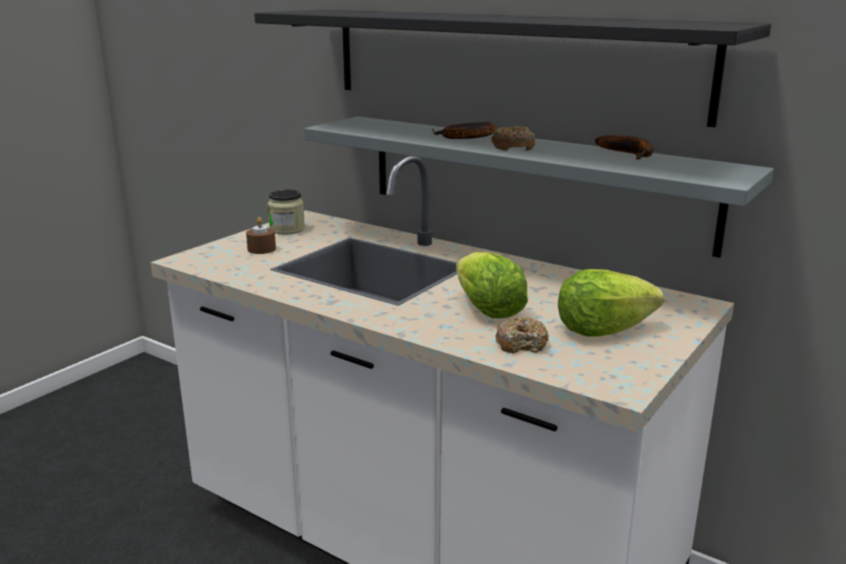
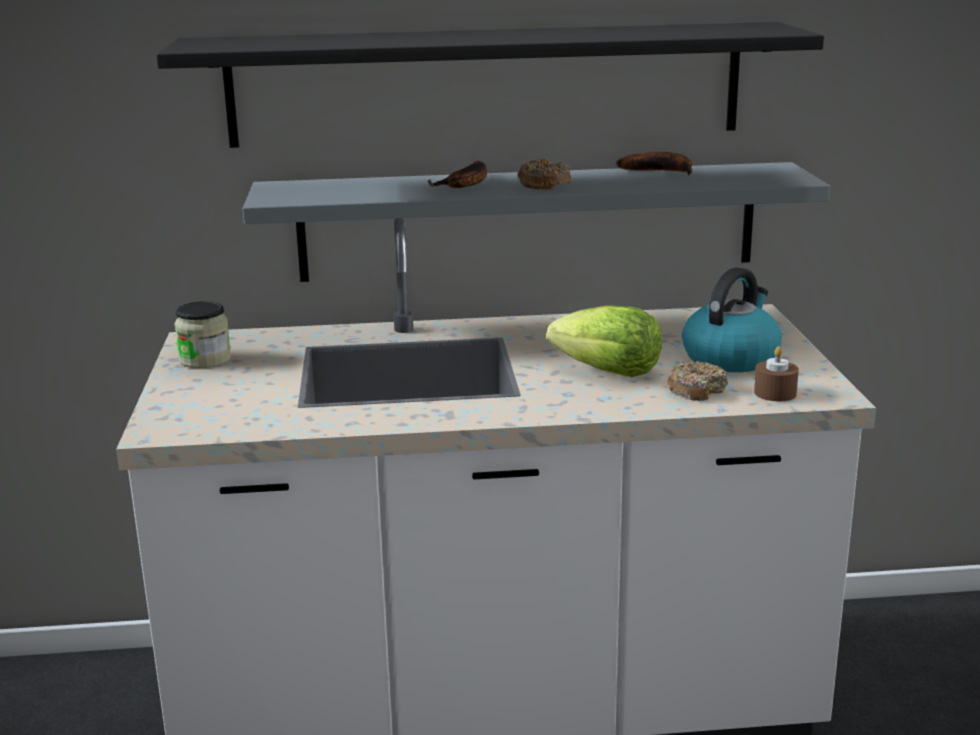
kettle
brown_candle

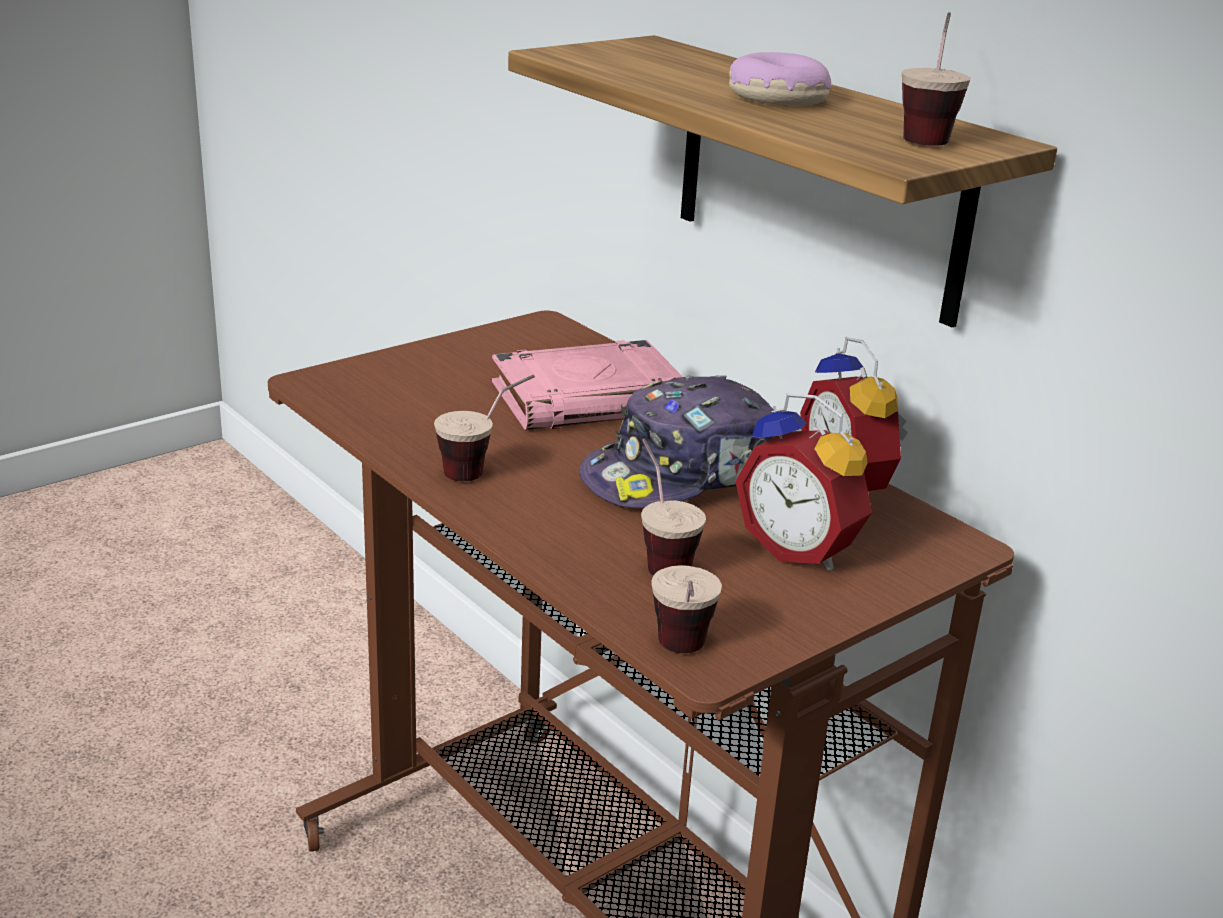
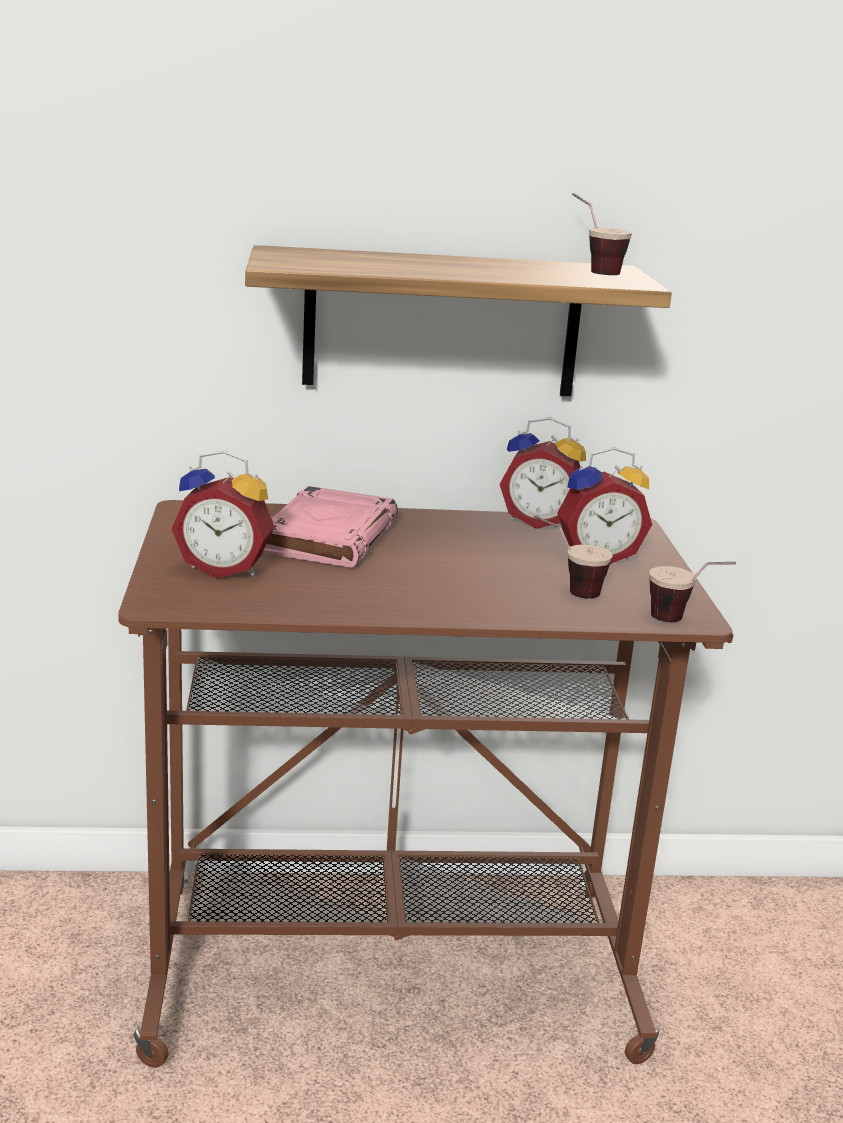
alarm_clock (no. 1 from left)
cup (no. 1 from left in the first image)
cap
donut

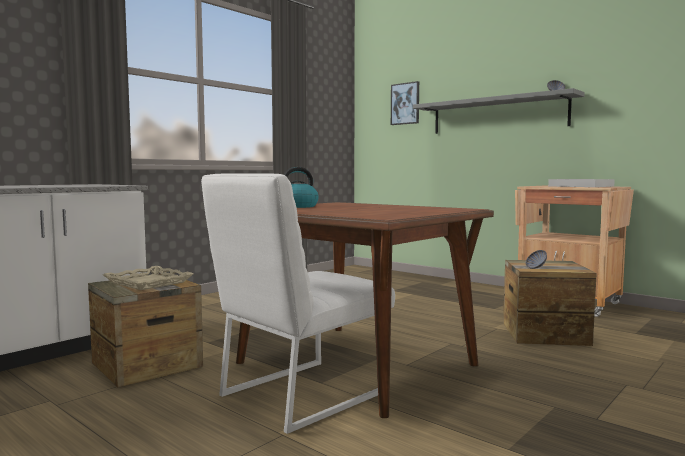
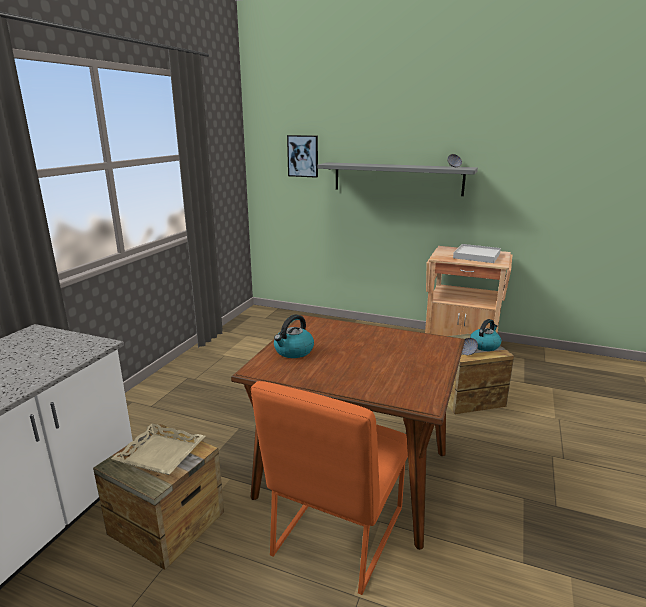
orange_chair
kettle (no. 2 from left)

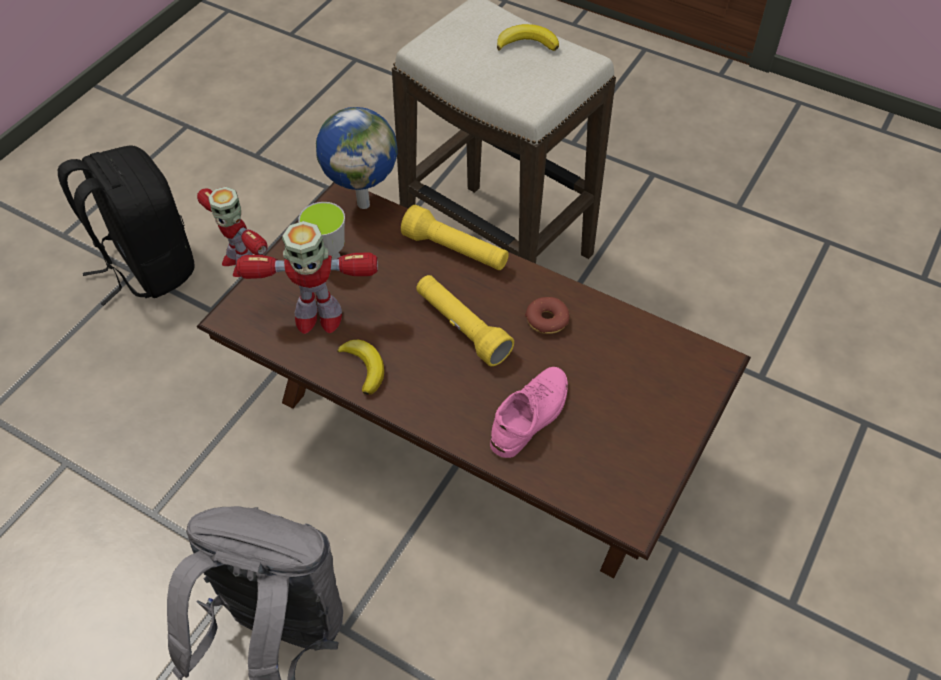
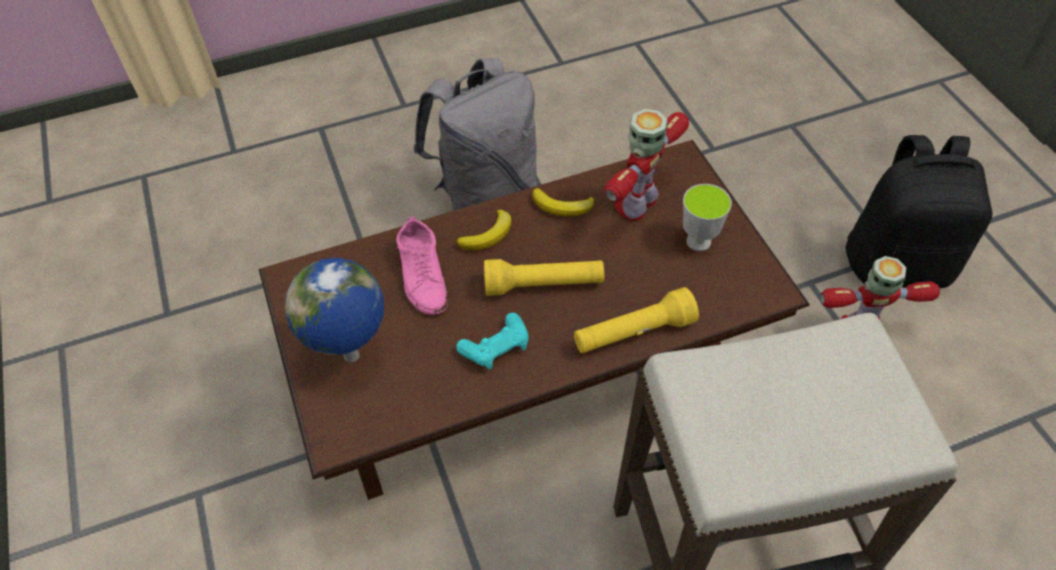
globe
turquoise_game_controller
banana (no. 1 from left)

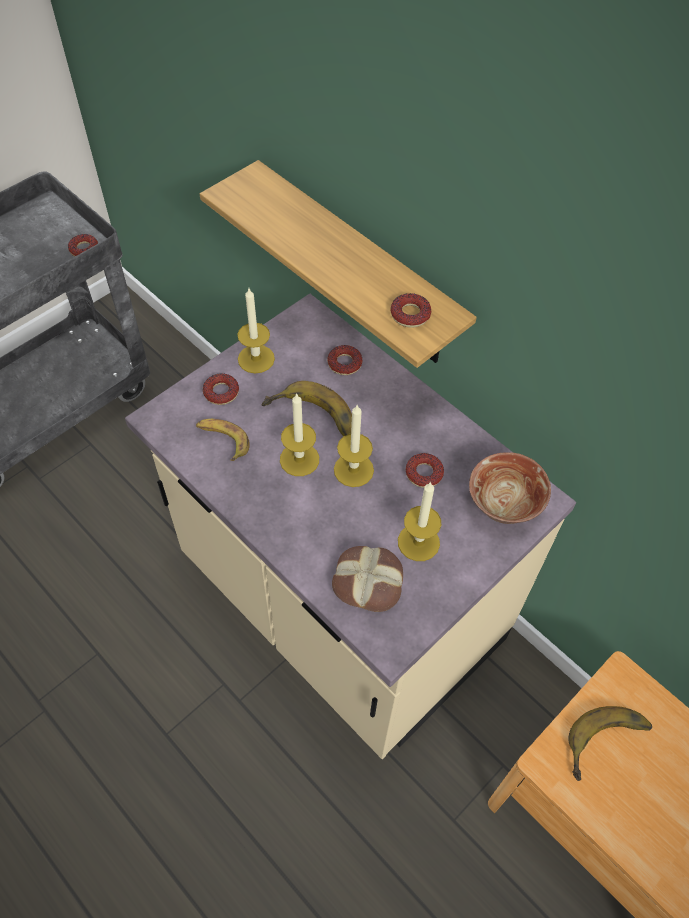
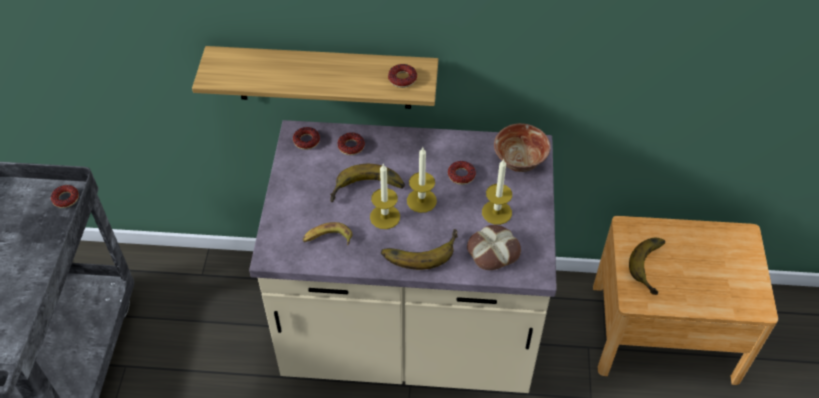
donut (no. 2 from left)
banana (no. 3 from left)
candle (no. 1 from left in the first image)

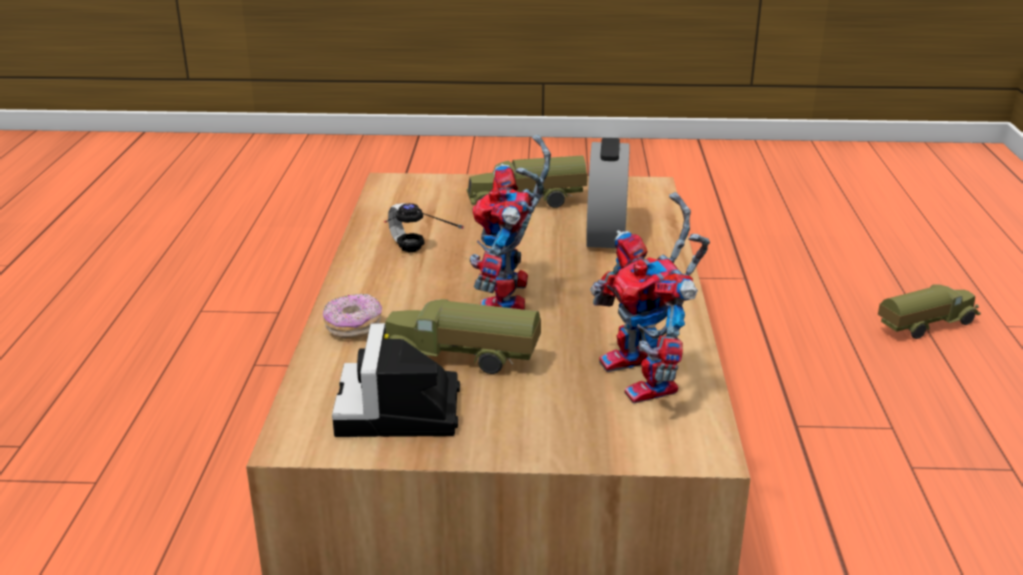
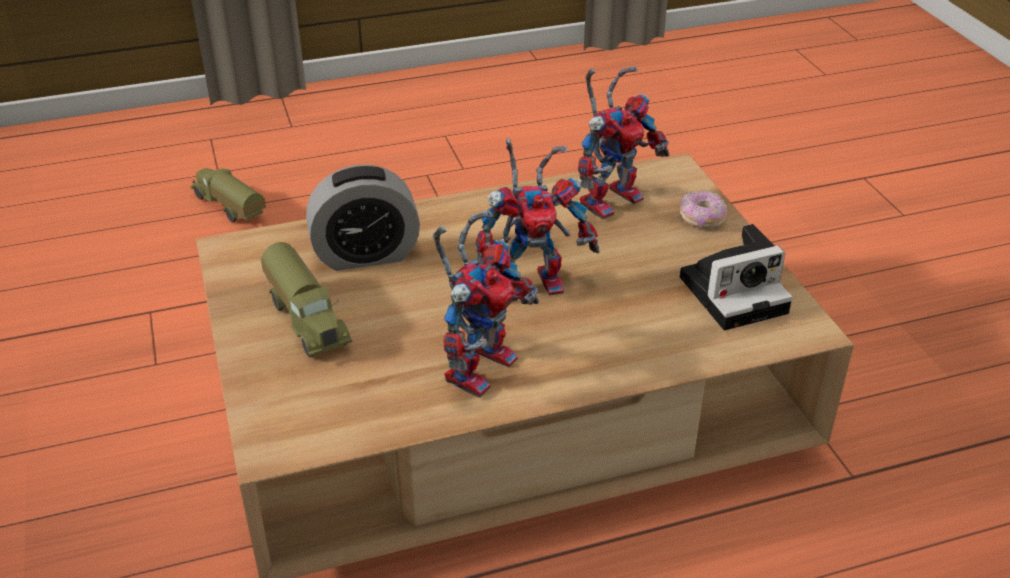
toy_robot (no. 1 from left)
donut
toy_truck (no. 1 from left in the first image)

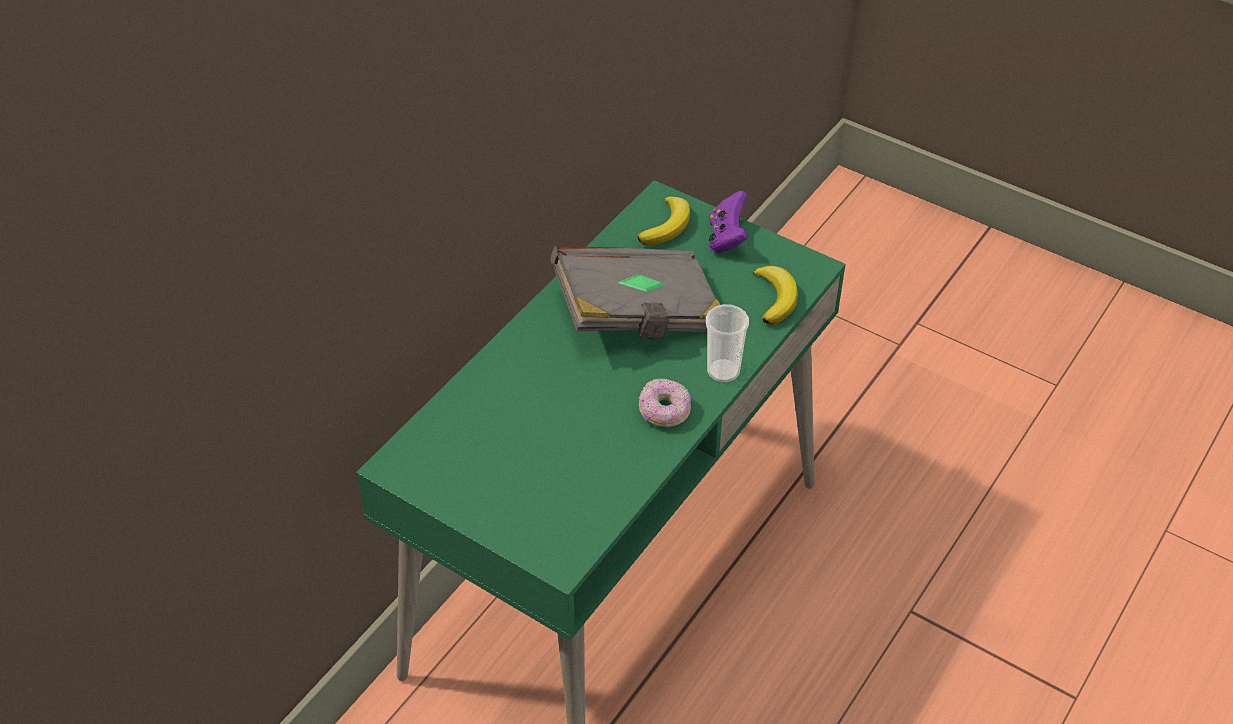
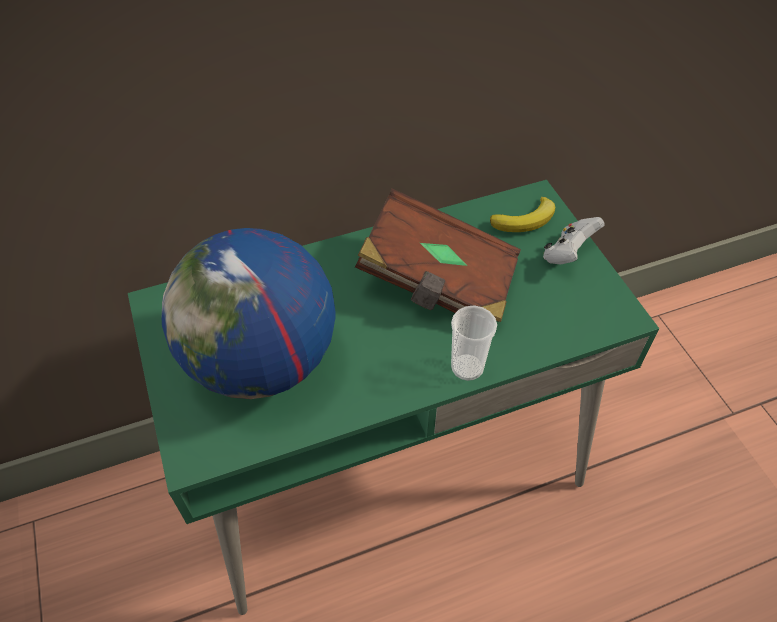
globe
brown_book
white_game_controller
donut
banana (no. 2 from left in the first image)

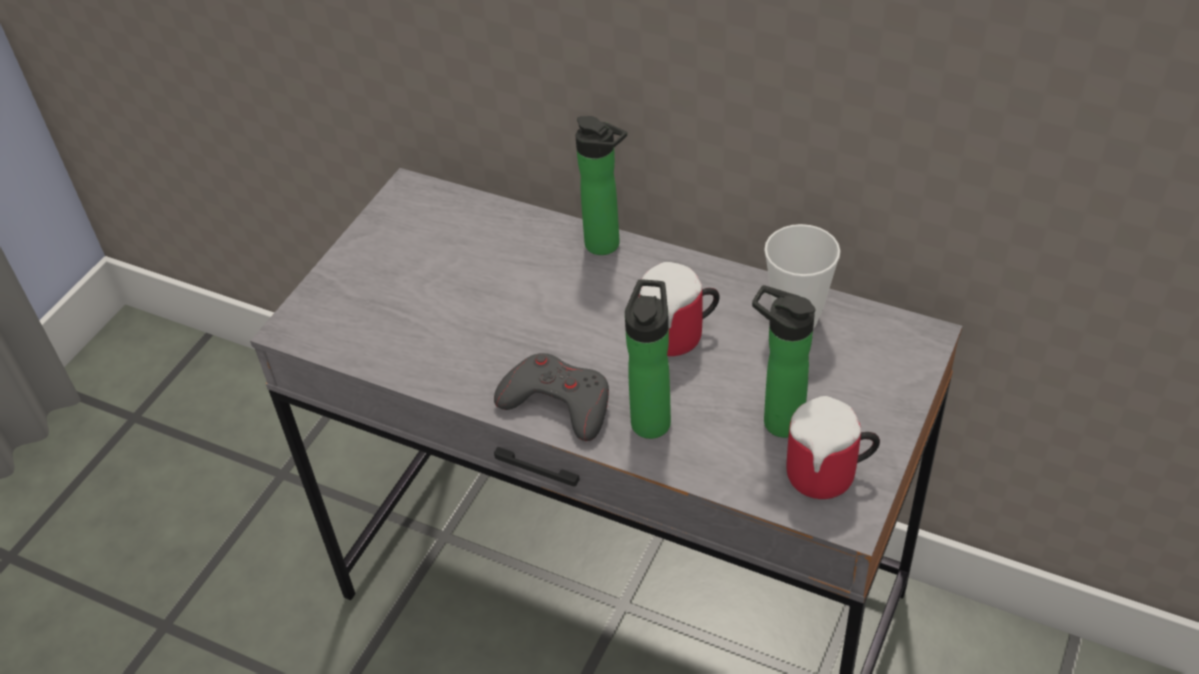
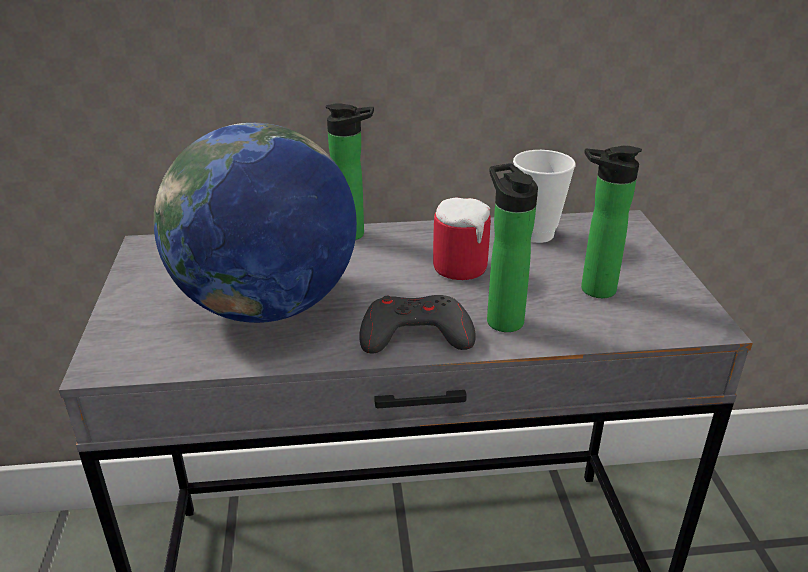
globe
mug (no. 2 from left in the first image)

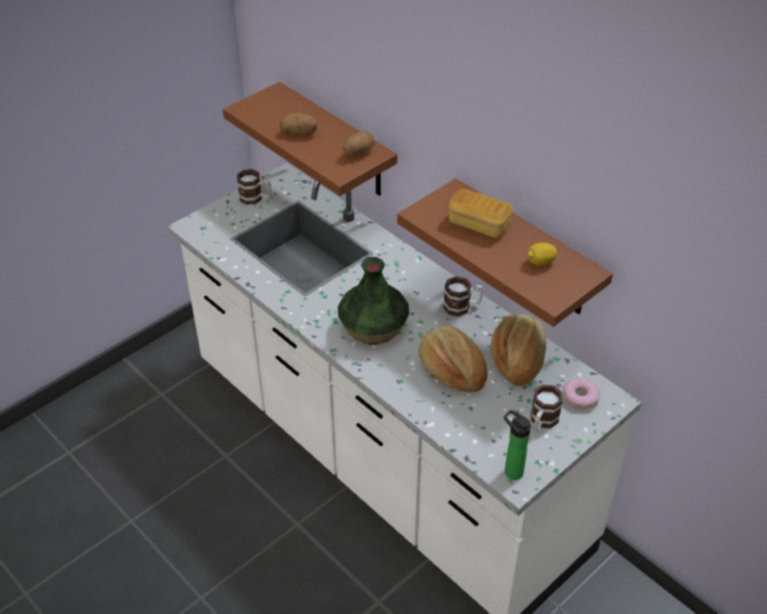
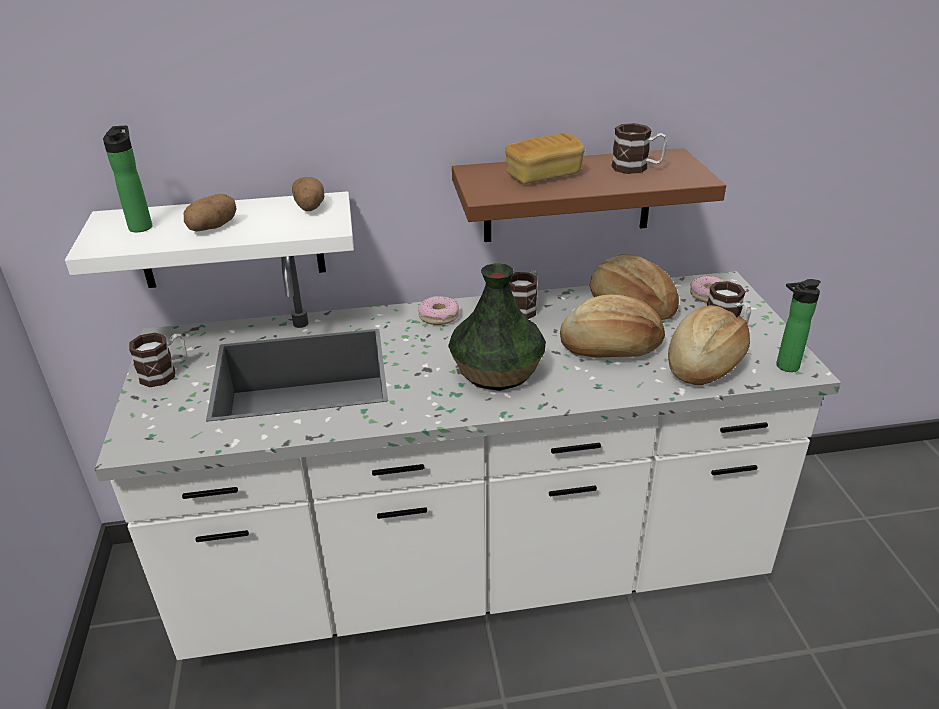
white_shelf
bottle (no. 1 from left)
donut (no. 1 from left)
mug (no. 3 from left)
bread (no. 4 from left)

